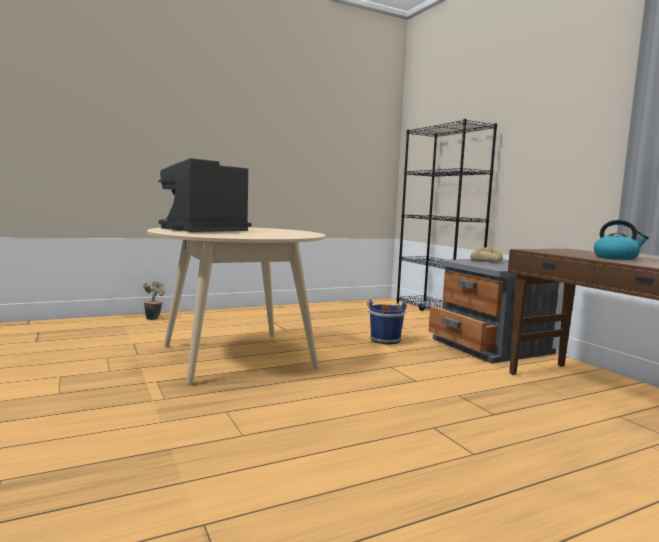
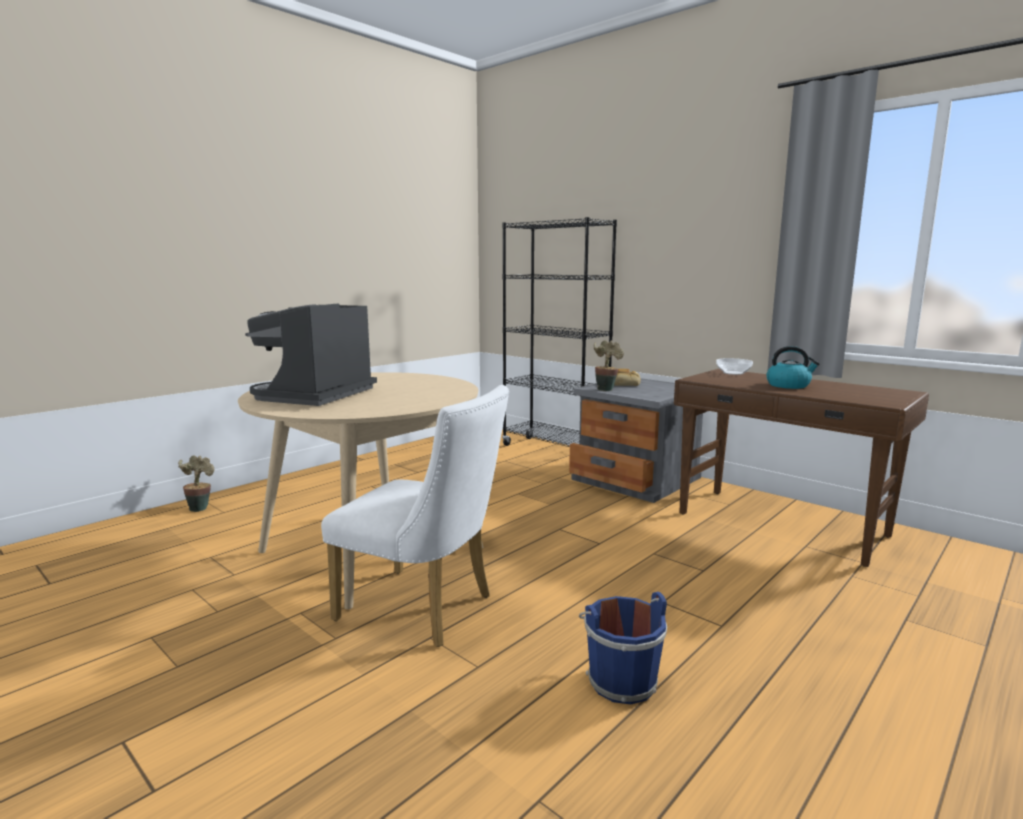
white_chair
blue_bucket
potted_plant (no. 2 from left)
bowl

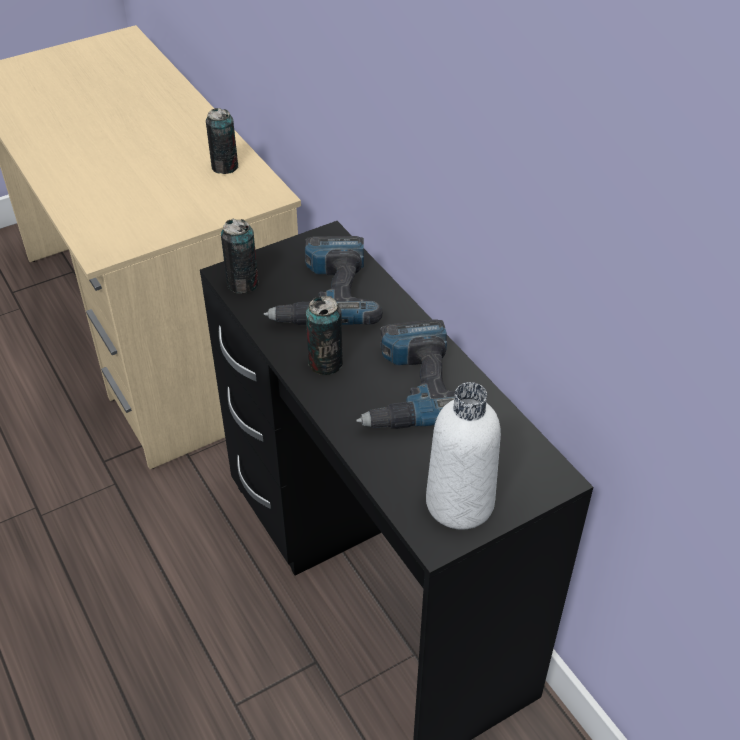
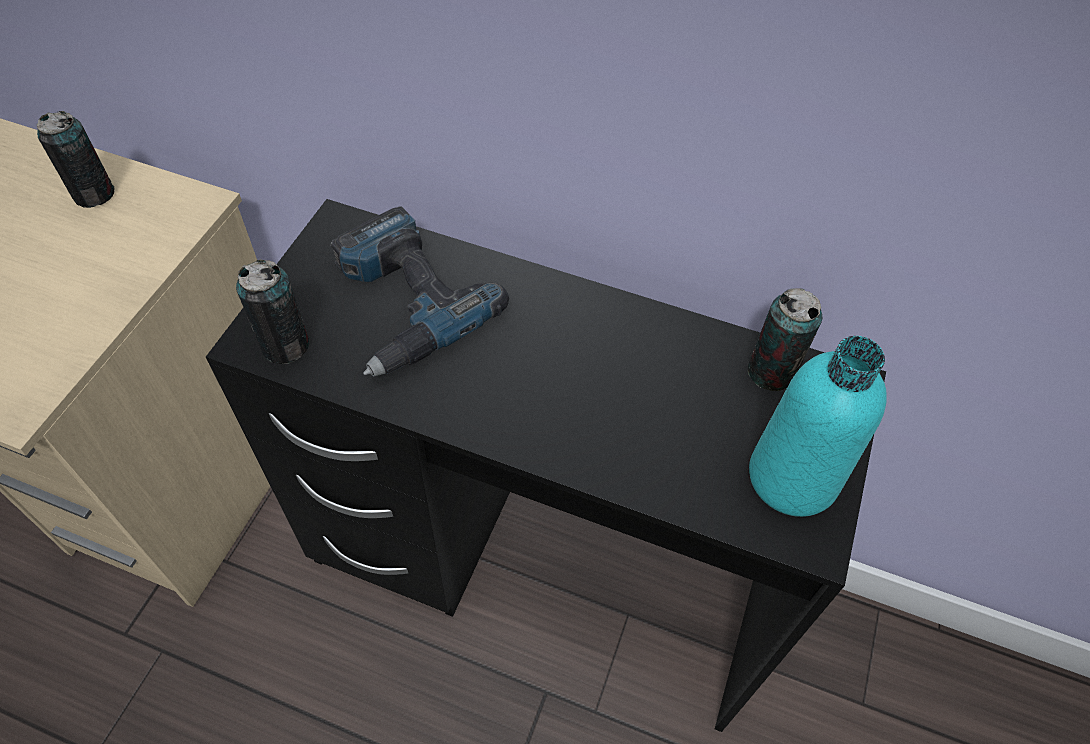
can (no. 3 from left)
turquoise_bottle
power_drill (no. 2 from left in the first image)

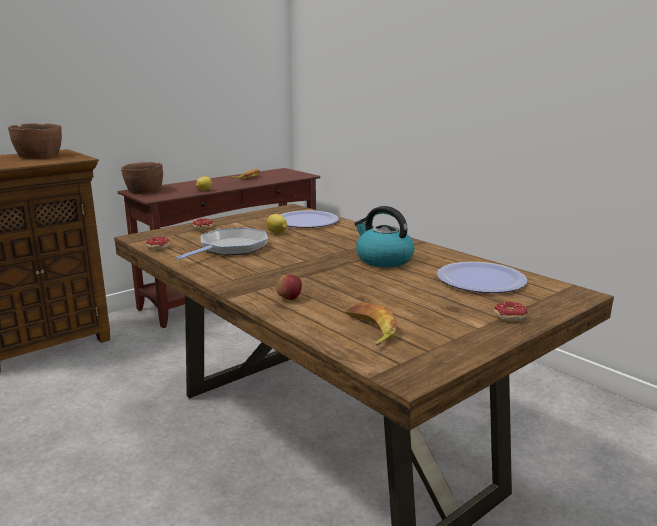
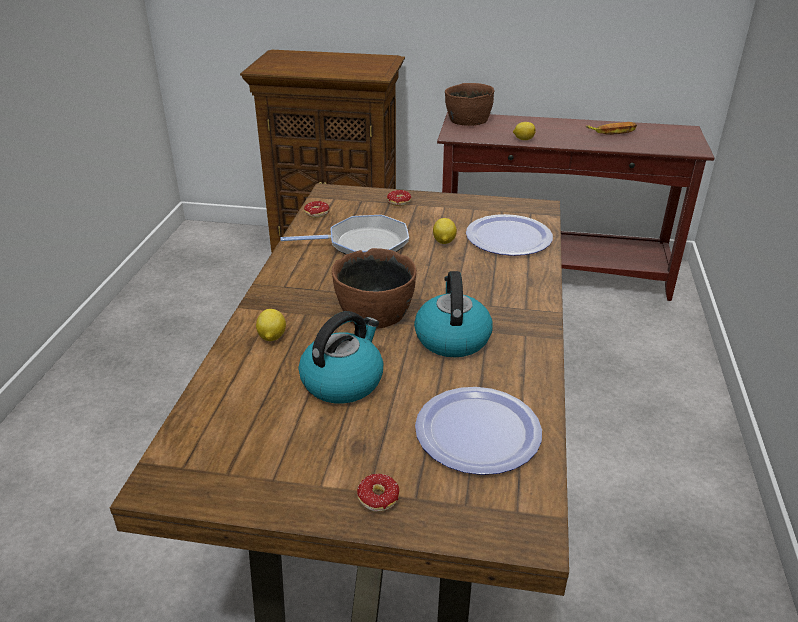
lemon (no. 1 from left)
kettle (no. 1 from left)
brown_bowl (no. 1 from left)
banana (no. 2 from left in the first image)

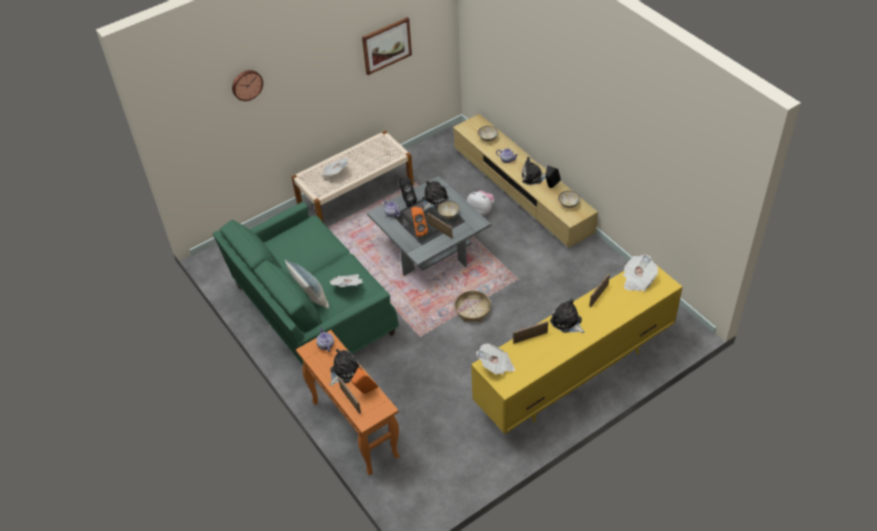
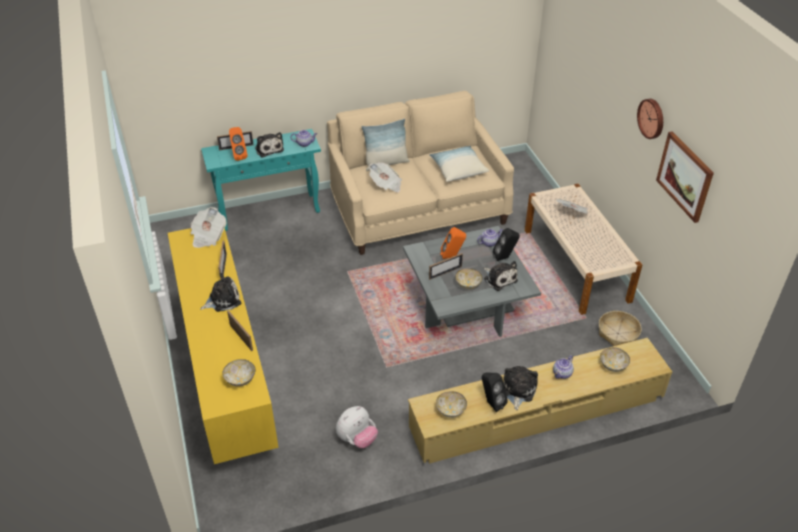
turquoise_console_table
bowl (no. 1 from left)
beige_sofa
plush_toy (no. 3 from left)
pillow (no. 2 from left)
basket
wall_clock

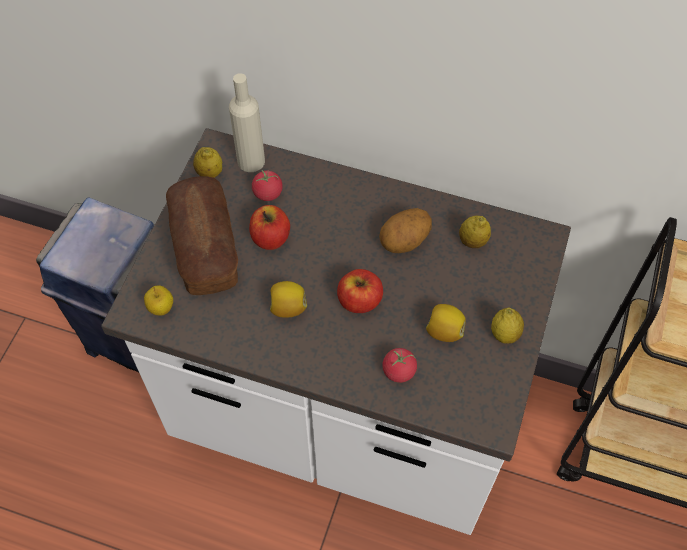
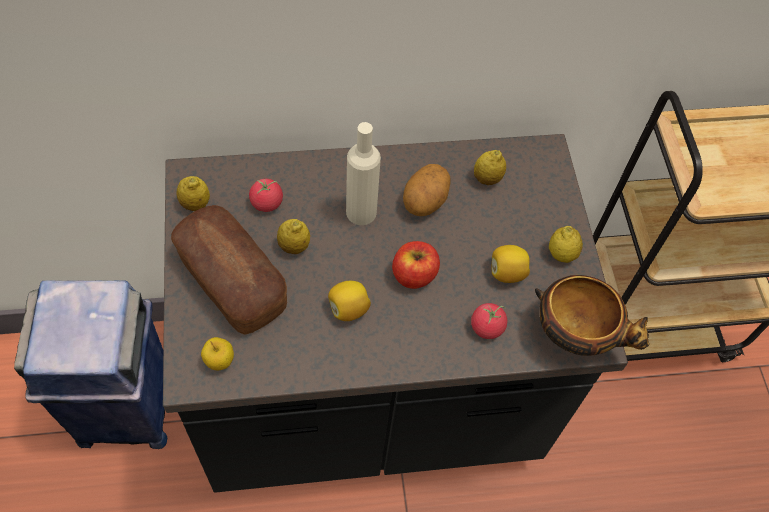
black_counter
lemon (no. 2 from left)
beige_bottle
bowl

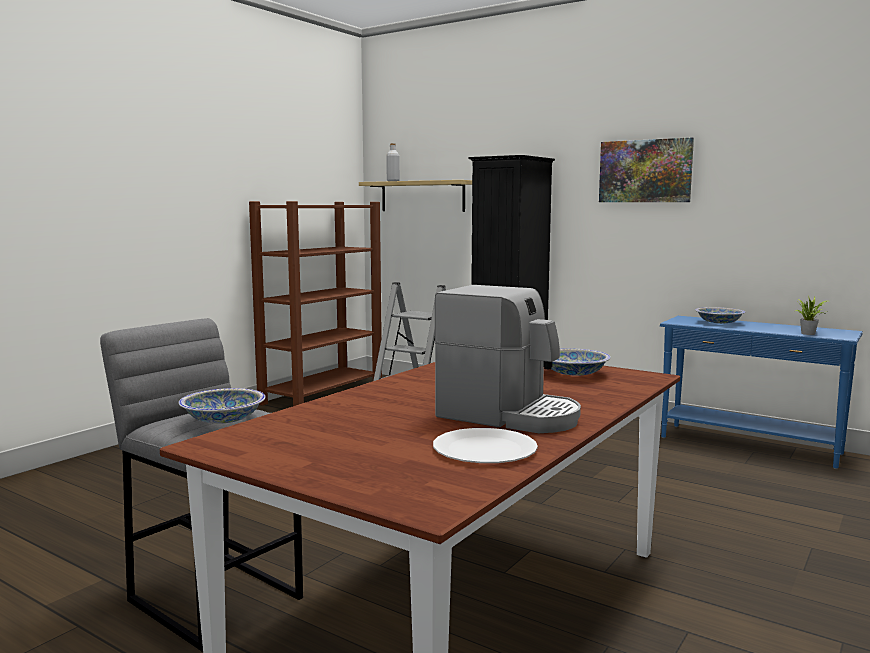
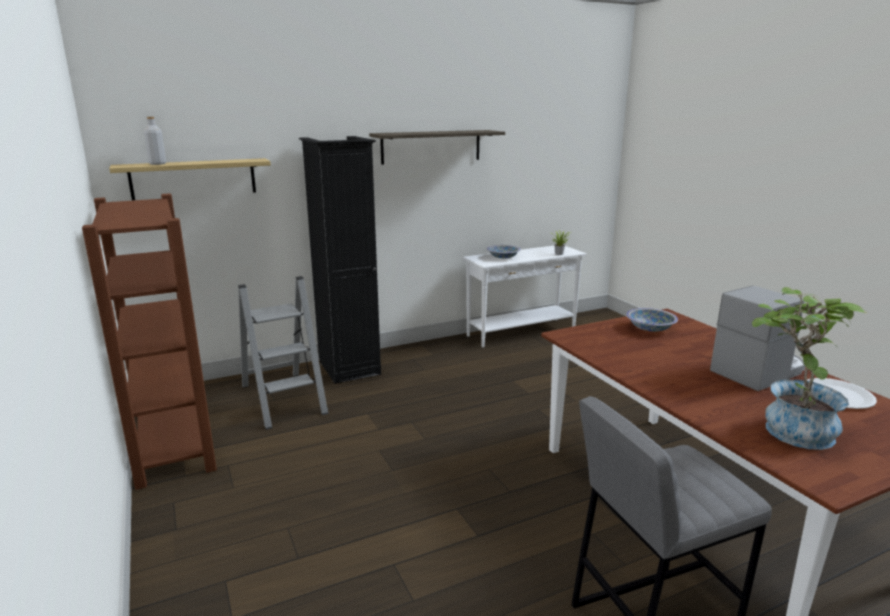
shelf (no. 2 from left)
white_console_table
potted_plant (no. 2 from left)
bowl (no. 1 from left in the first image)

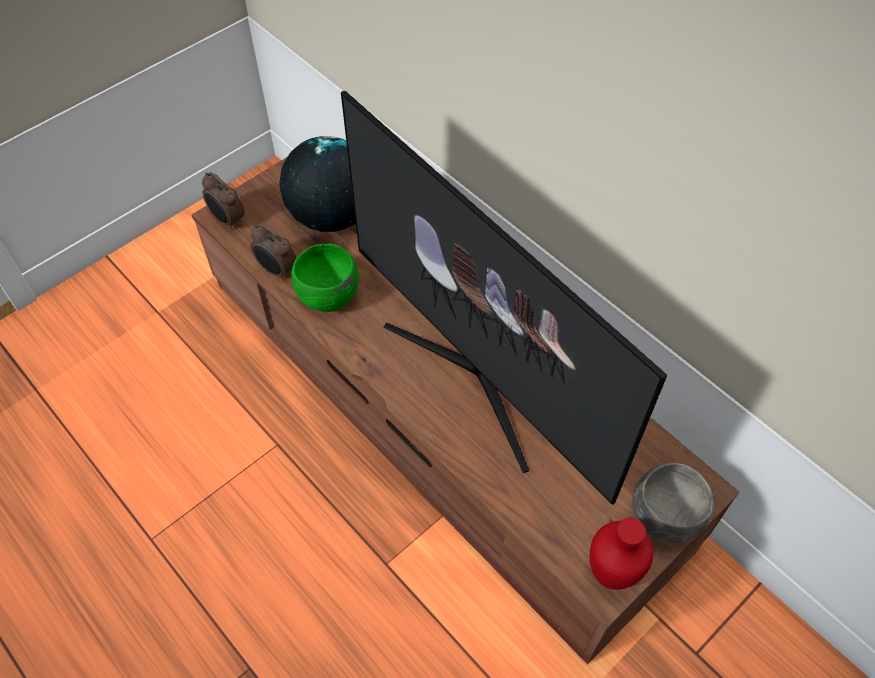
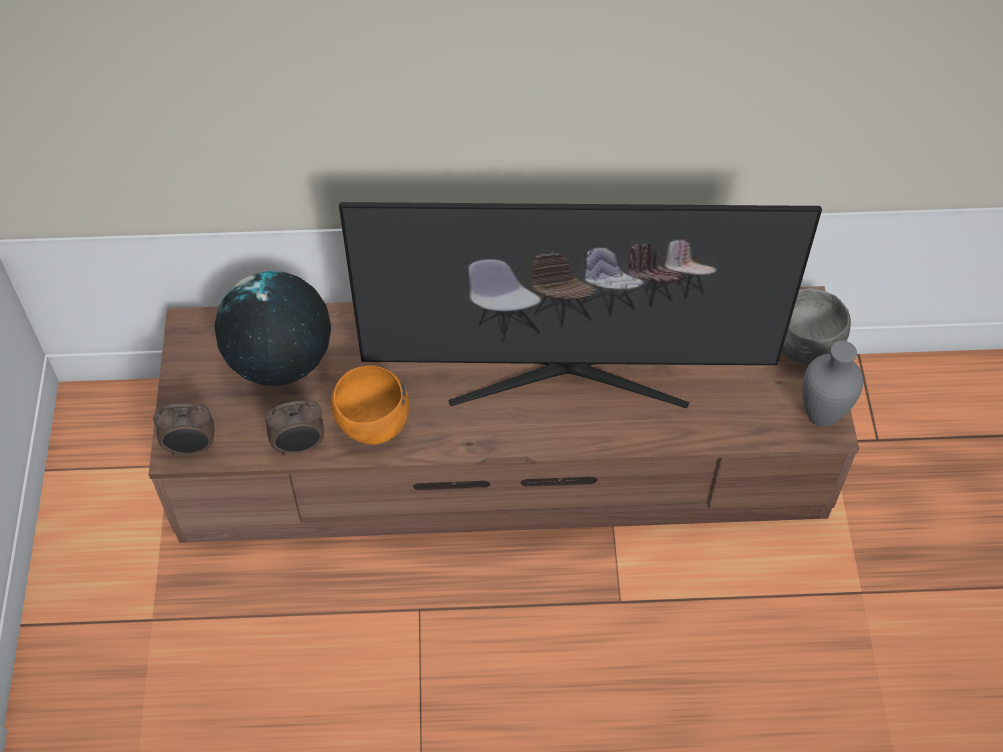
orange_bowl
grey_vase

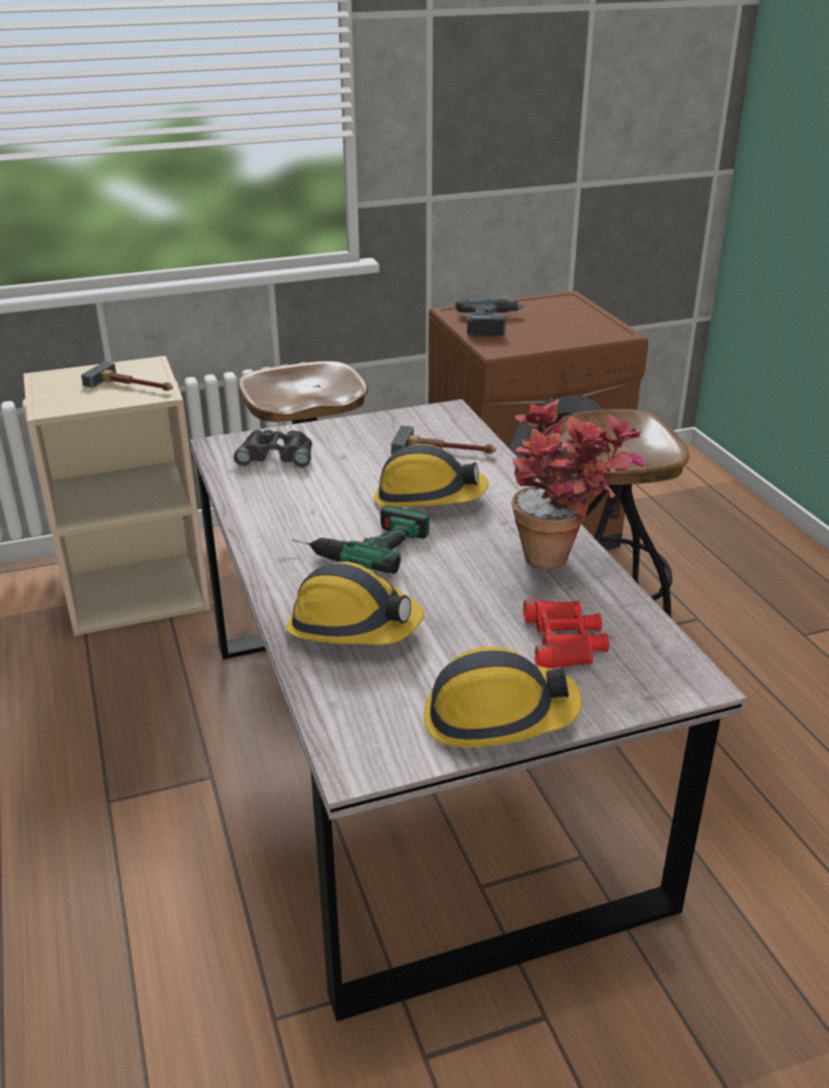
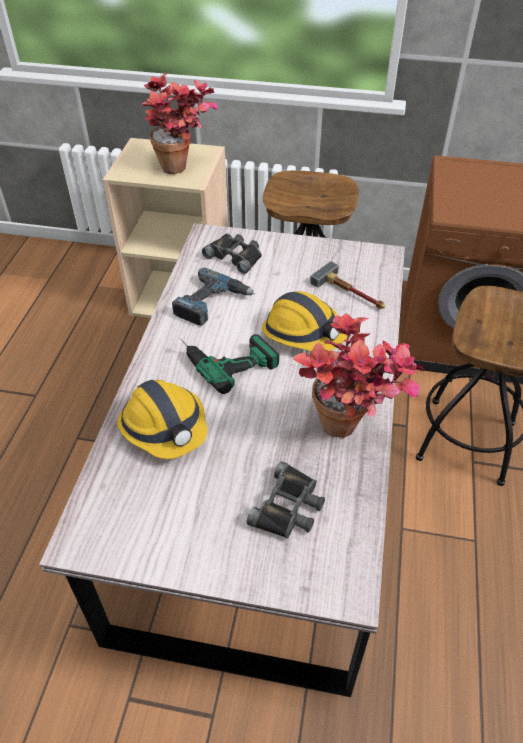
potted_plant (no. 1 from left)
power_drill (no. 1 from left)
black_binoculars (no. 2 from left)
hard_hat (no. 3 from left in the first image)

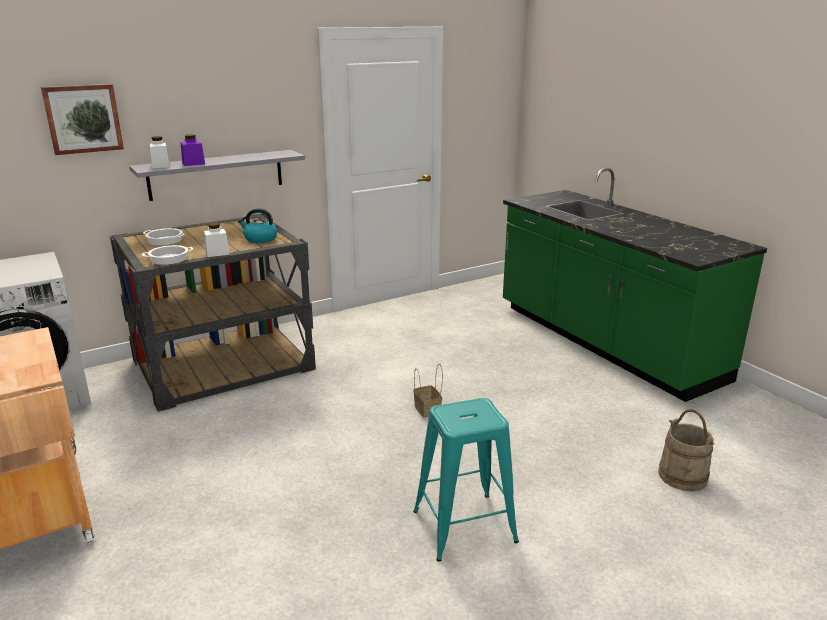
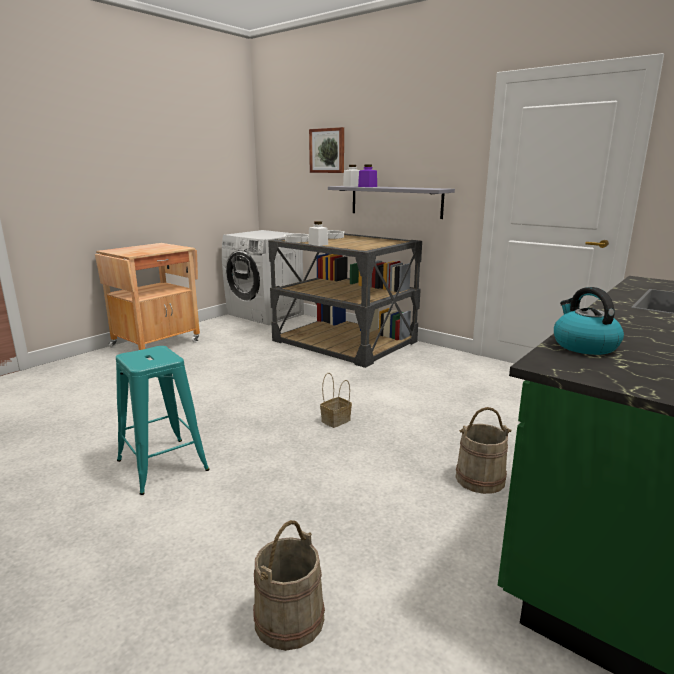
beige_bucket (no. 2 from left)
kettle

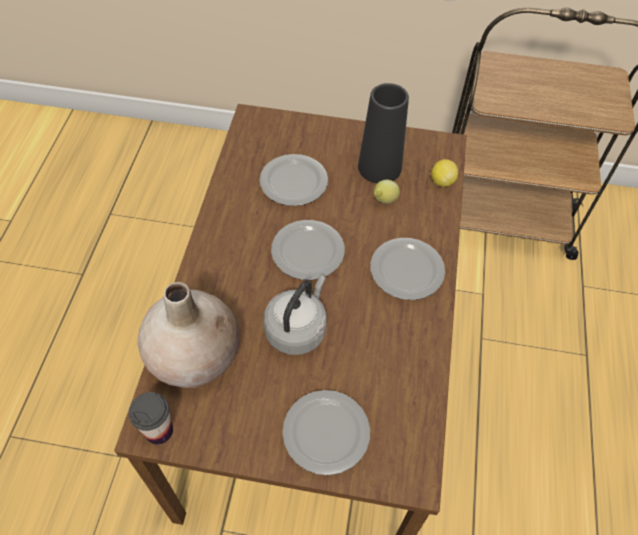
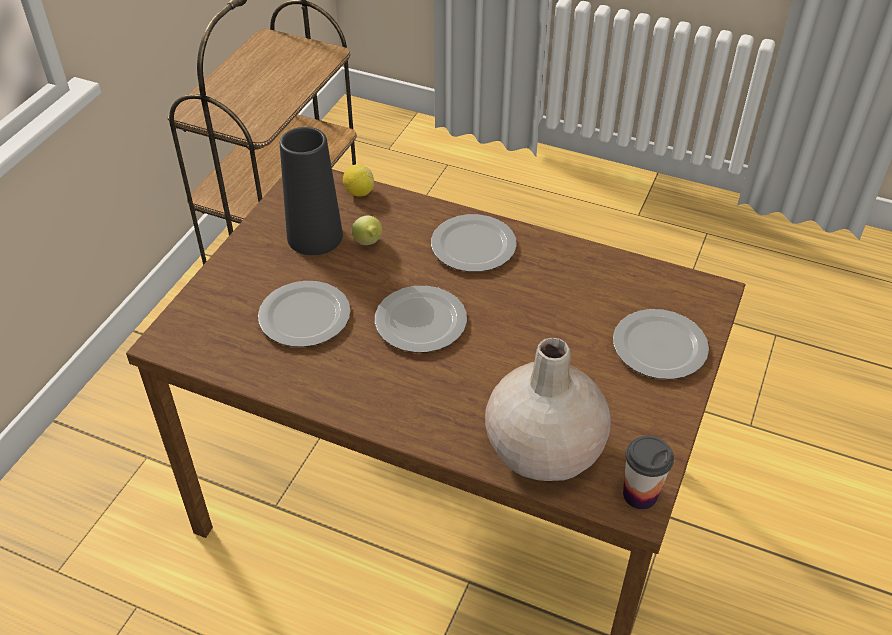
grey_kettle

